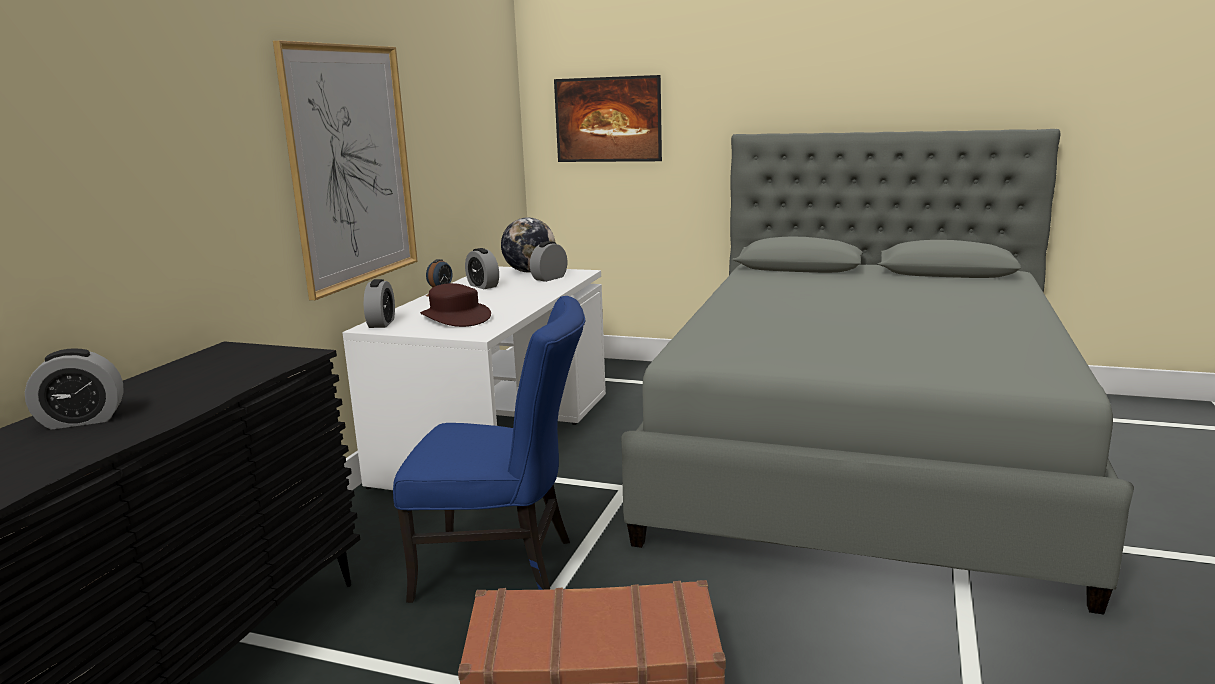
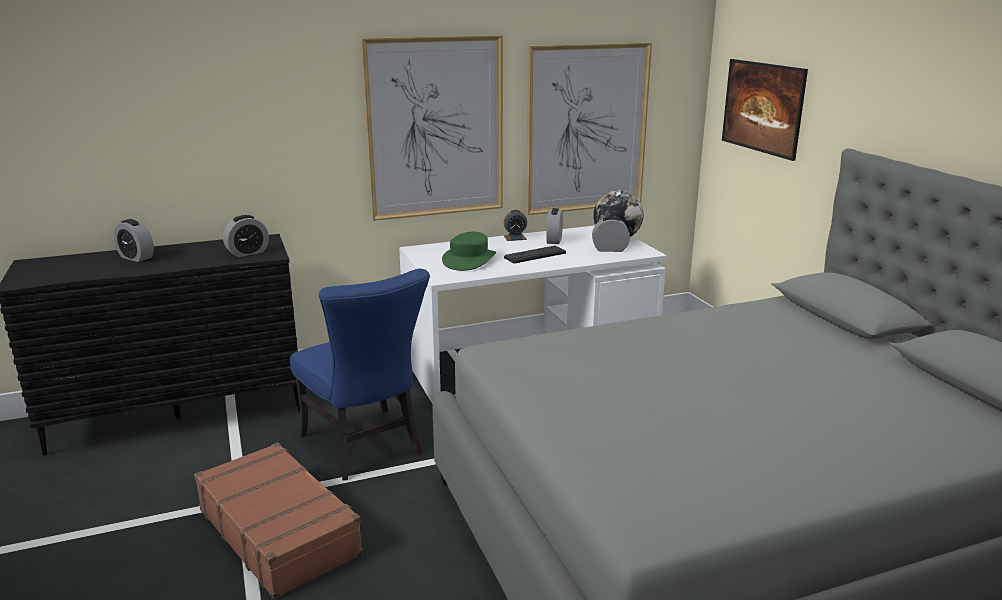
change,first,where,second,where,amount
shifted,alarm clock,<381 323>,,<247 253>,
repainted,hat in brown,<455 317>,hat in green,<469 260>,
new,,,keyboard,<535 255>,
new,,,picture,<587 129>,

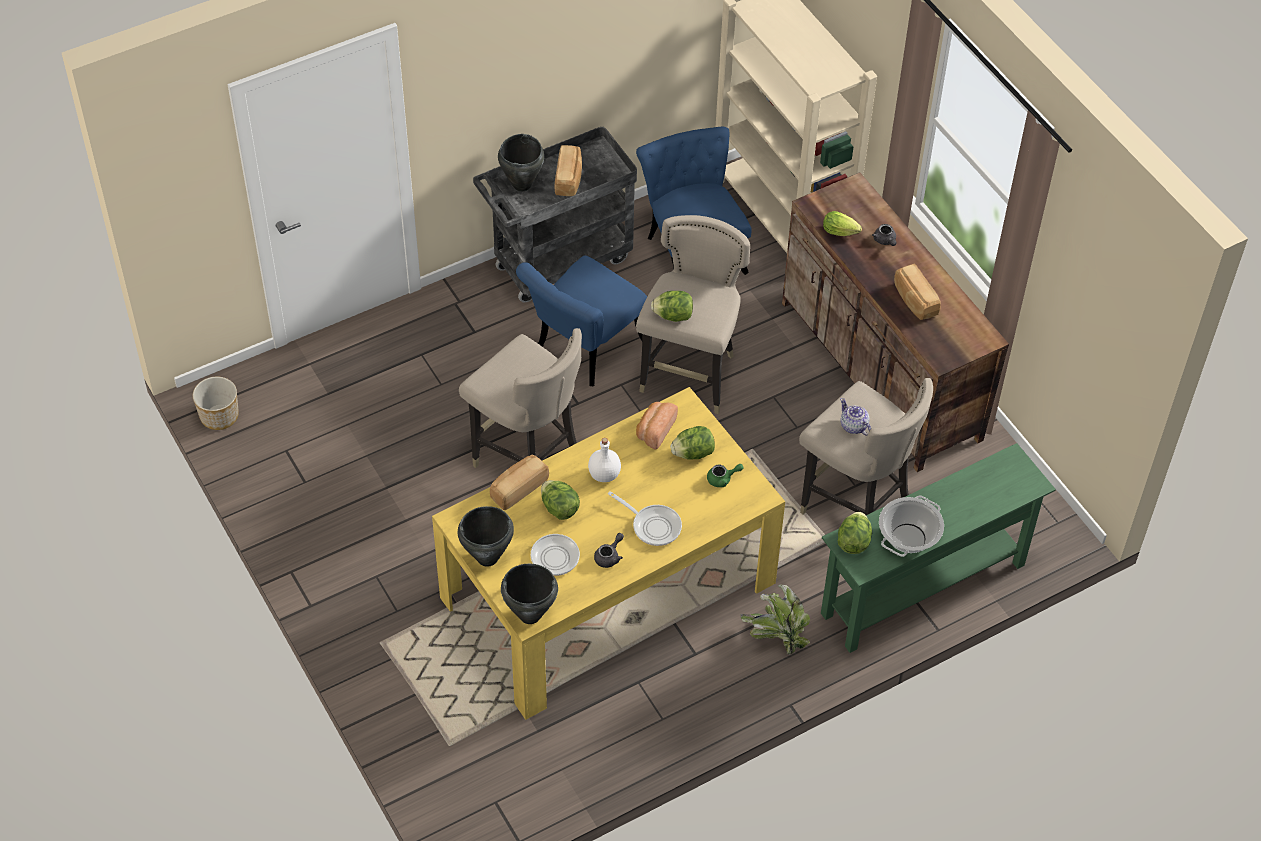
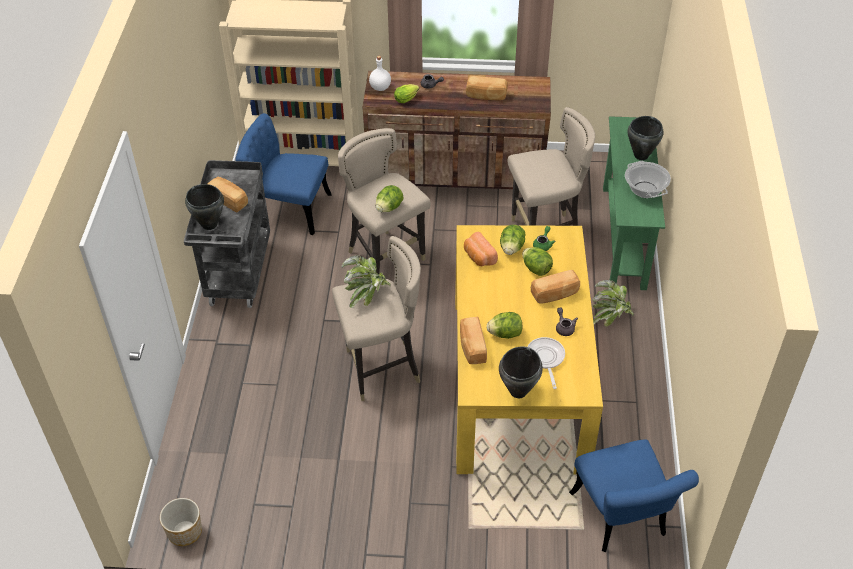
change,first,where,second,where,amount
new,,,potted plant,<367 294>,
shifted,bottle in white,<604 474>,,<380 87>,
shifted,lettuce,<853 542>,,<536 269>,
swapped,frying pan,<653 525>,bread,<555 294>,
shifted,chair in blue,<583 350>,,<622 520>,
shifted,cooking pot in black,<529 614>,,<640 155>,
gone,teapot,<853 426>,,,

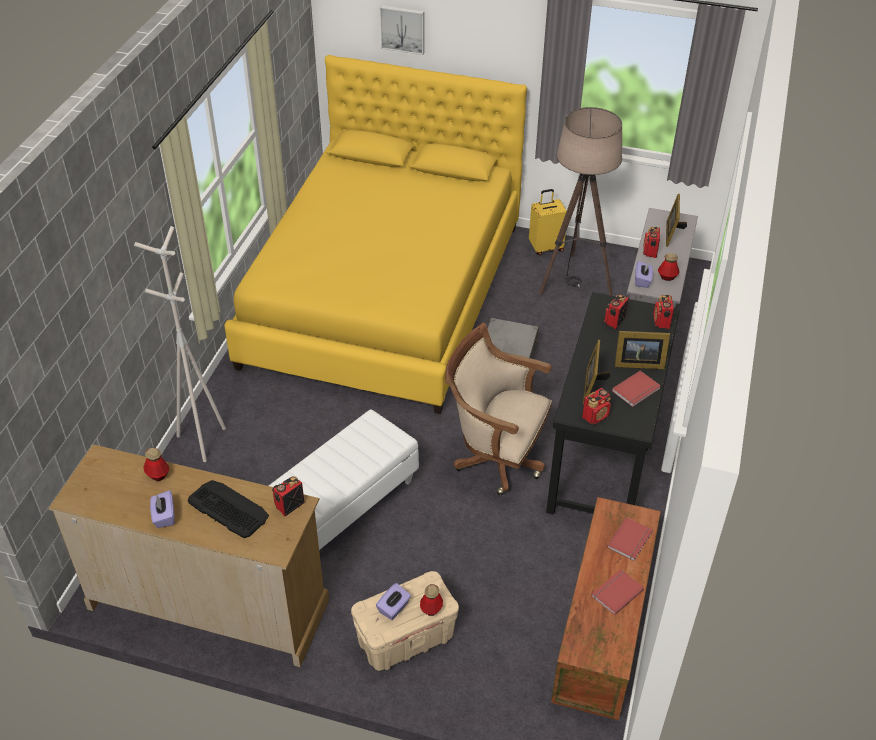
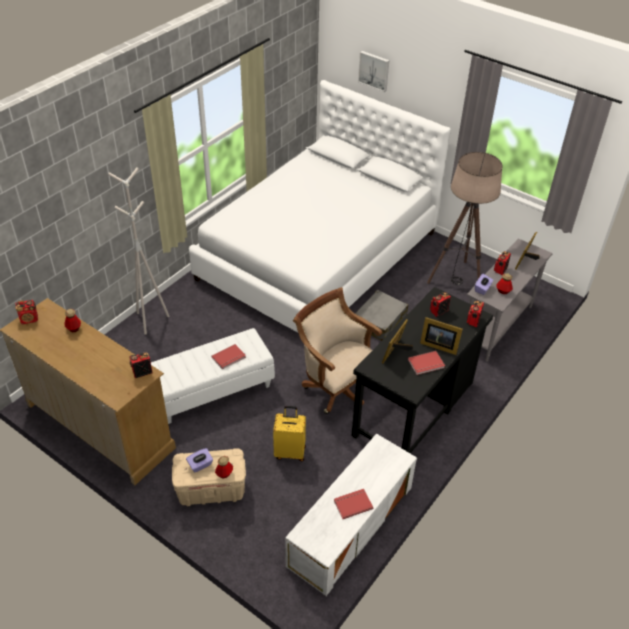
change,first,where,second,where,amount
shifted,radio,<595 416>,,<29 319>,
repainted,bed in yellow,<385 294>,bed in white,<319 255>,
shifted,book in red,<631 540>,,<229 358>,
shifted,suitcase in yellow,<546 247>,,<290 452>,
repainted,bench in brown,<605 625>,bench in white,<351 527>,
gone,tissue box in purple,<164 516>,,,
gone,keyboard,<228 509>,,,

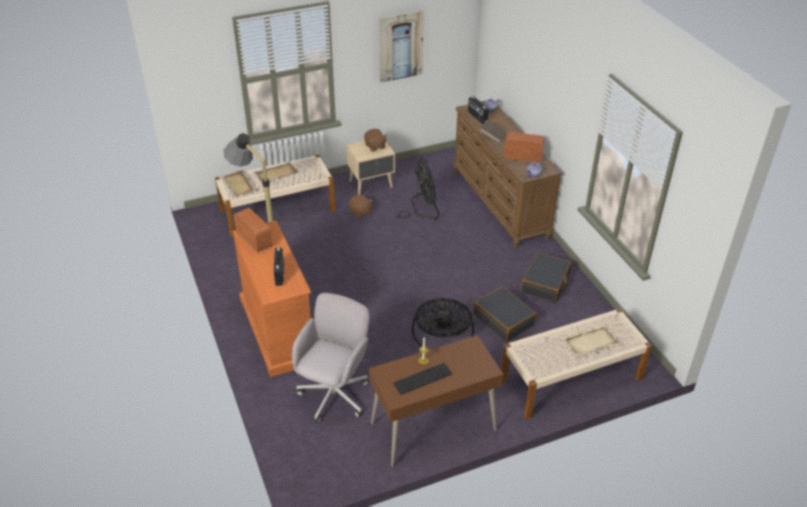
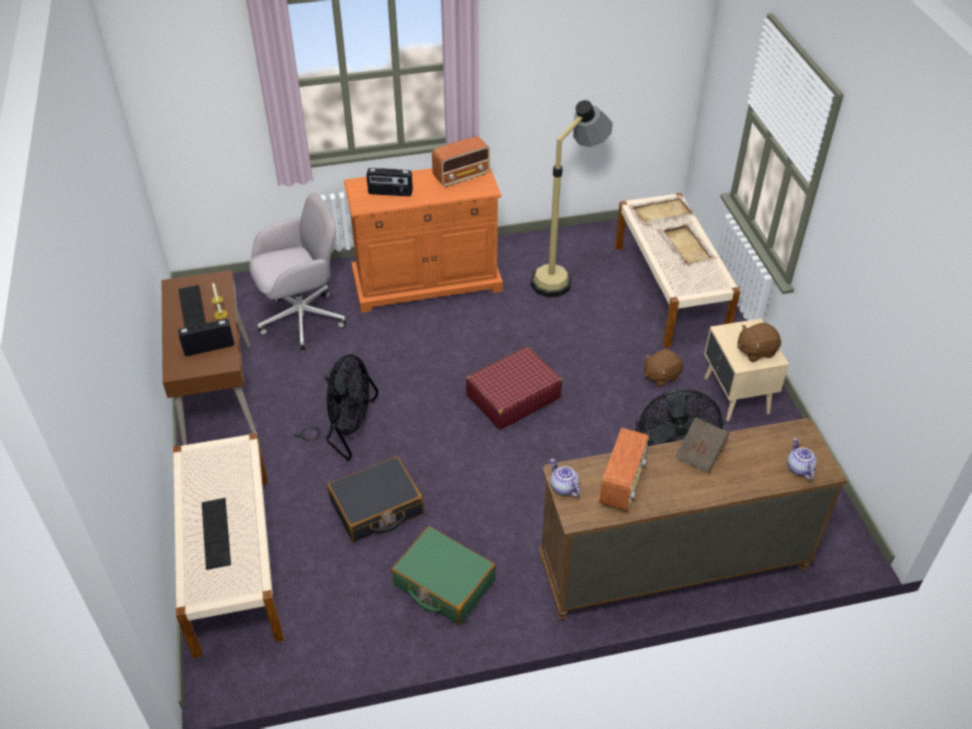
change,first,where,second,where,amount
shifted,radio,<477 117>,,<209 347>,
swapped,tray in beige,<590 342>,keyboard,<216 533>,
rotated,office chair in grey,<334 395>,,<304 320>,60 degrees counterclockwise
repainted,suitcase in black,<545 283>,suitcase in green,<443 583>,
new,,,suitcase in red,<512 396>,
gone,picture,<400 46>,,,

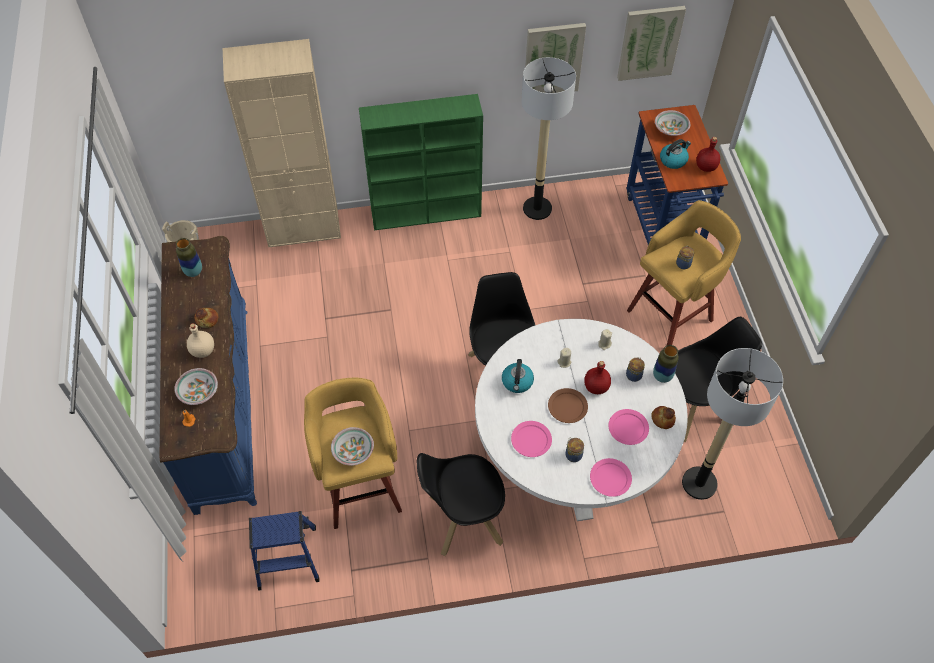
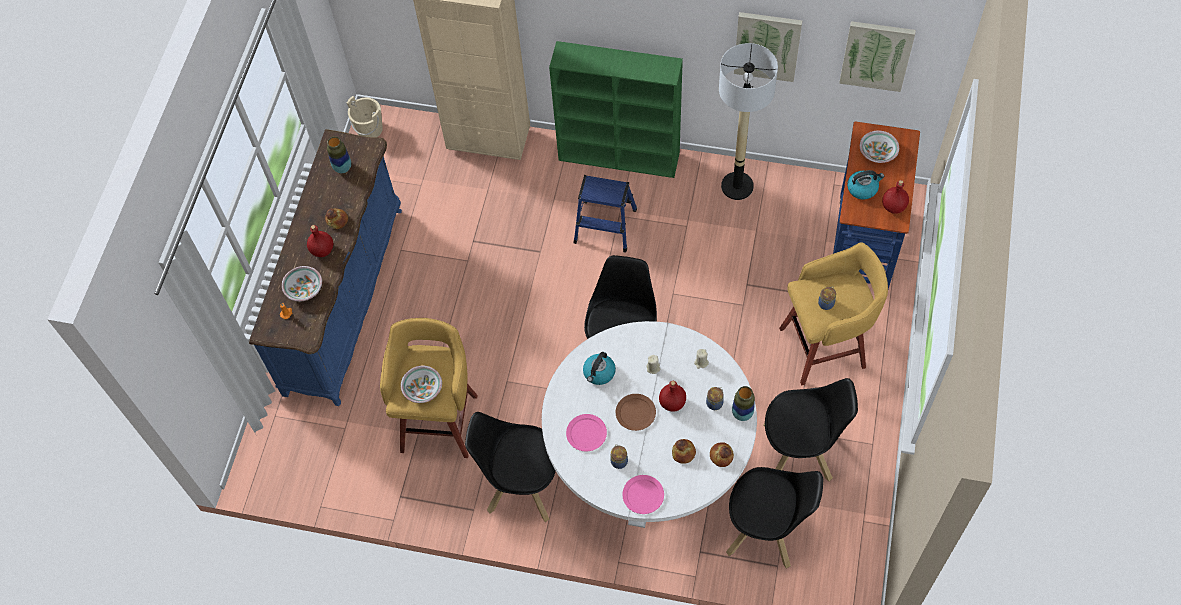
change,first,where,second,where,amount
repainted,bottle in beige,<203 351>,bottle in red,<322 250>,
shifted,step ladder in blue,<287 557>,,<605 225>,
swapped,plate in pink,<628 427>,bread,<684 453>,
swapped,floor lamp,<699 483>,chair in black,<766 530>,

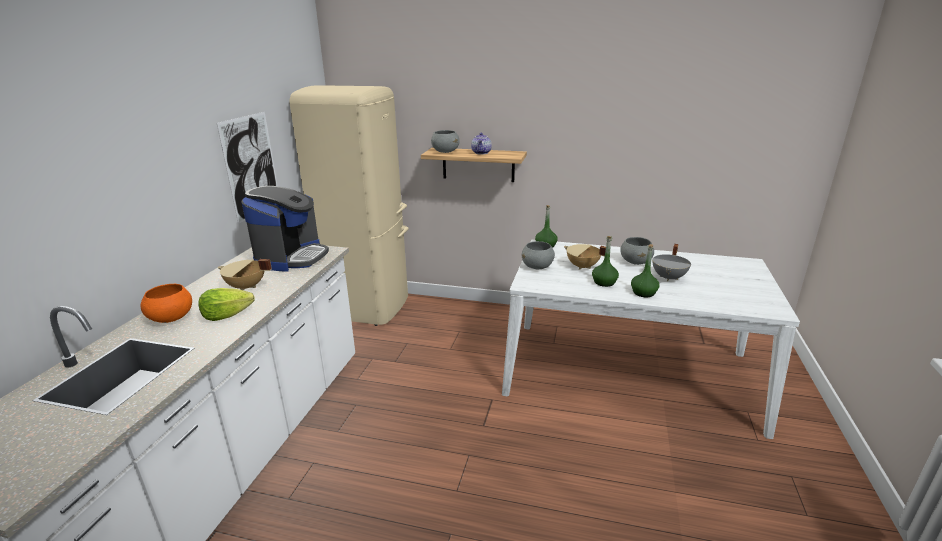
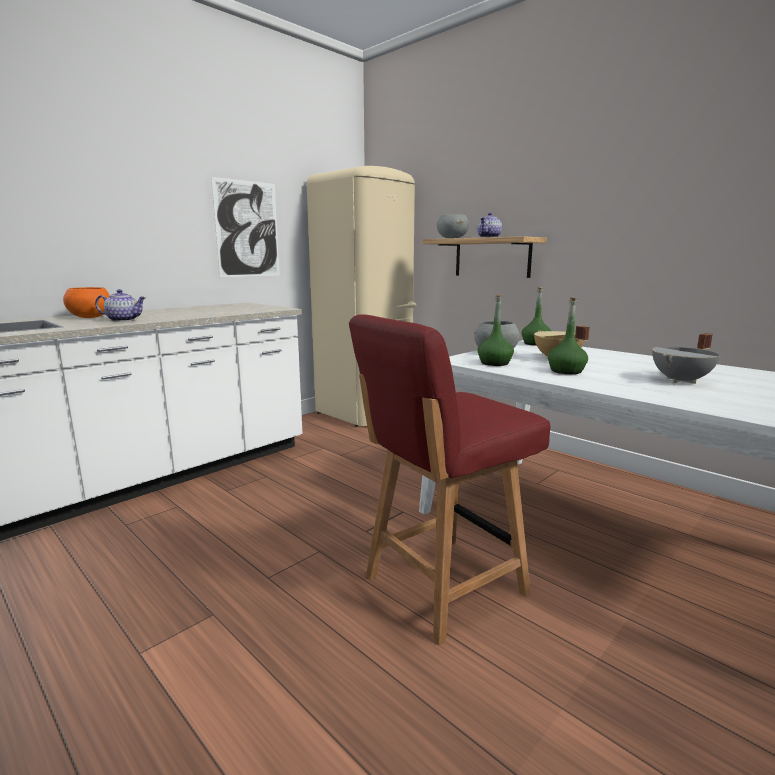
change,first,where,second,where,amount
swapped,lettuce,<226 316>,teapot,<124 320>,
new,,,chair in red,<442 586>,
shifted,bottle in green,<643 293>,,<494 363>,
gone,cooking pot in beige,<246 287>,,,
gone,coffee machine,<291 257>,,,
gone,bowl in grey,<635 262>,,,

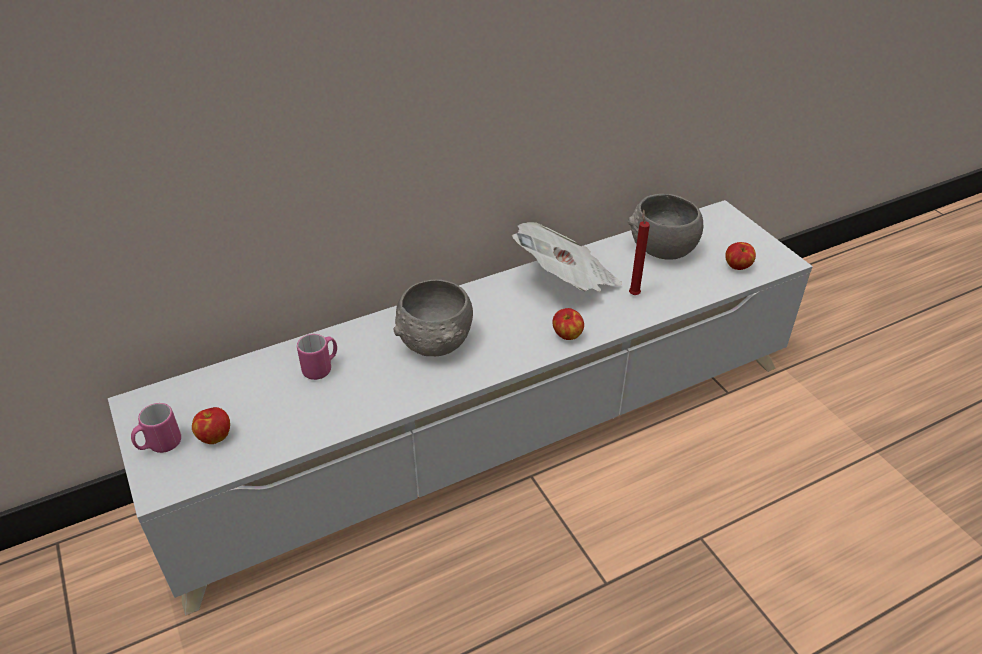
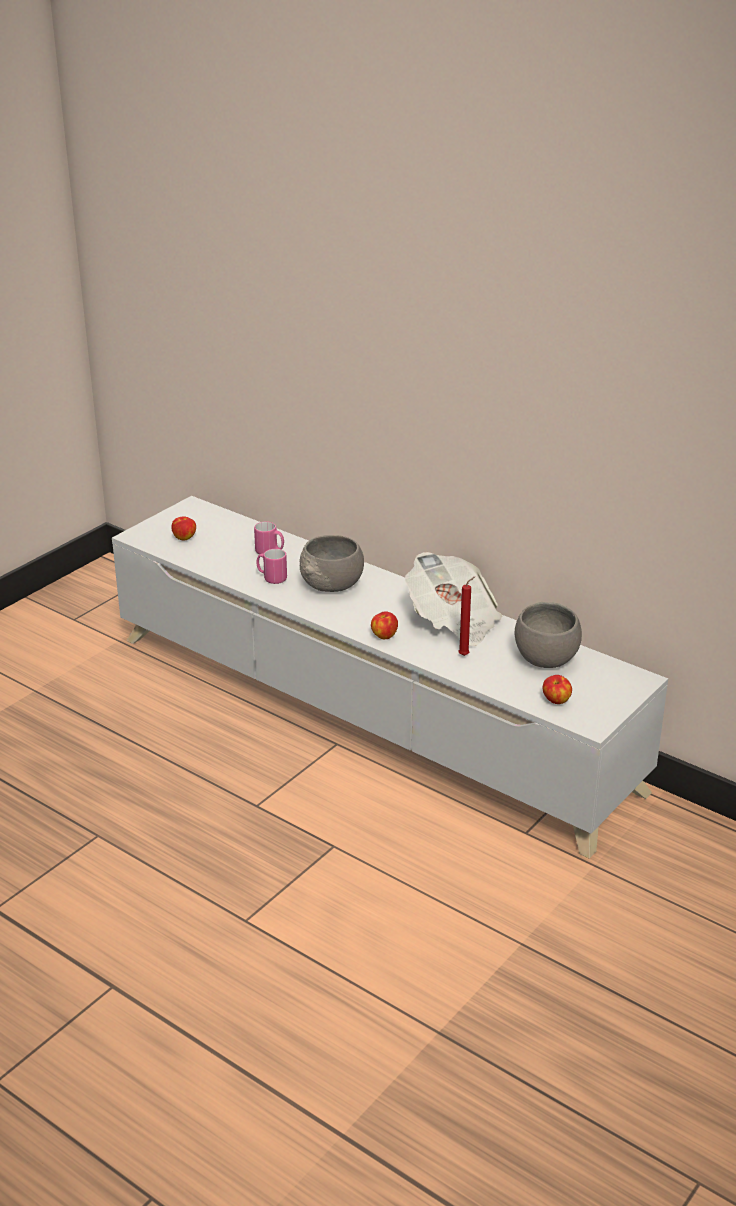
change,first,where,second,where,amount
shifted,mug in pink,<159 445>,,<271 578>,

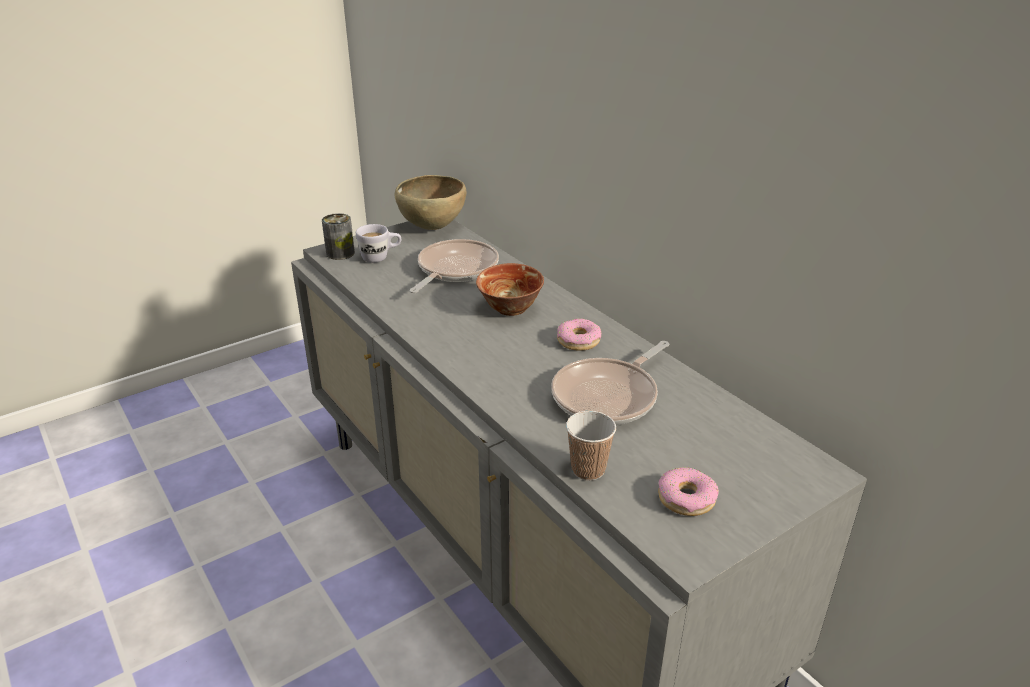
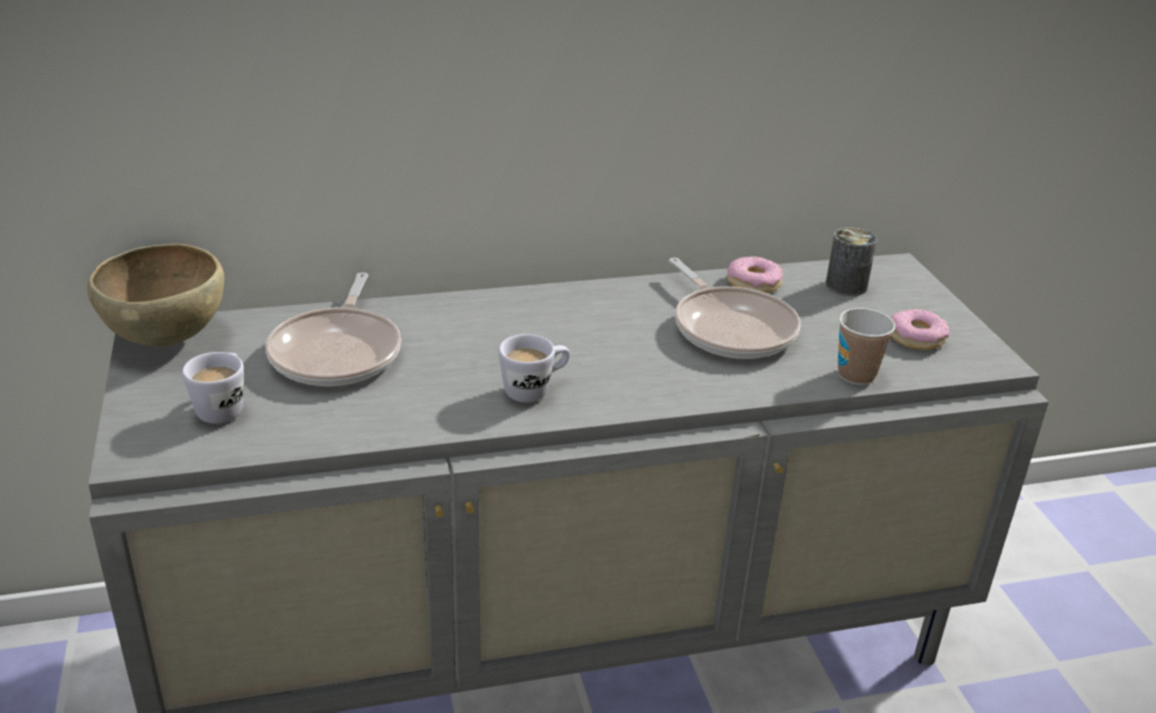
change,first,where,second,where,amount
rotated,frying pan,<455 270>,,<338 352>,135 degrees counterclockwise
new,,,mug in white,<535 390>,
shifted,donut,<578 341>,,<753 283>,
shifted,can,<340 253>,,<846 286>,
gone,bowl,<510 309>,,,

